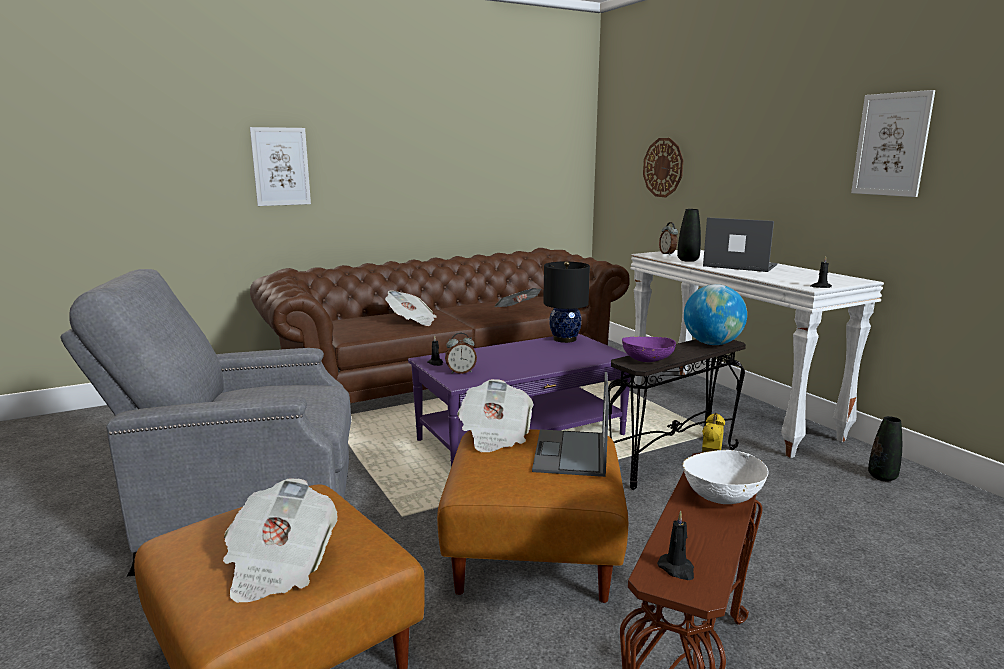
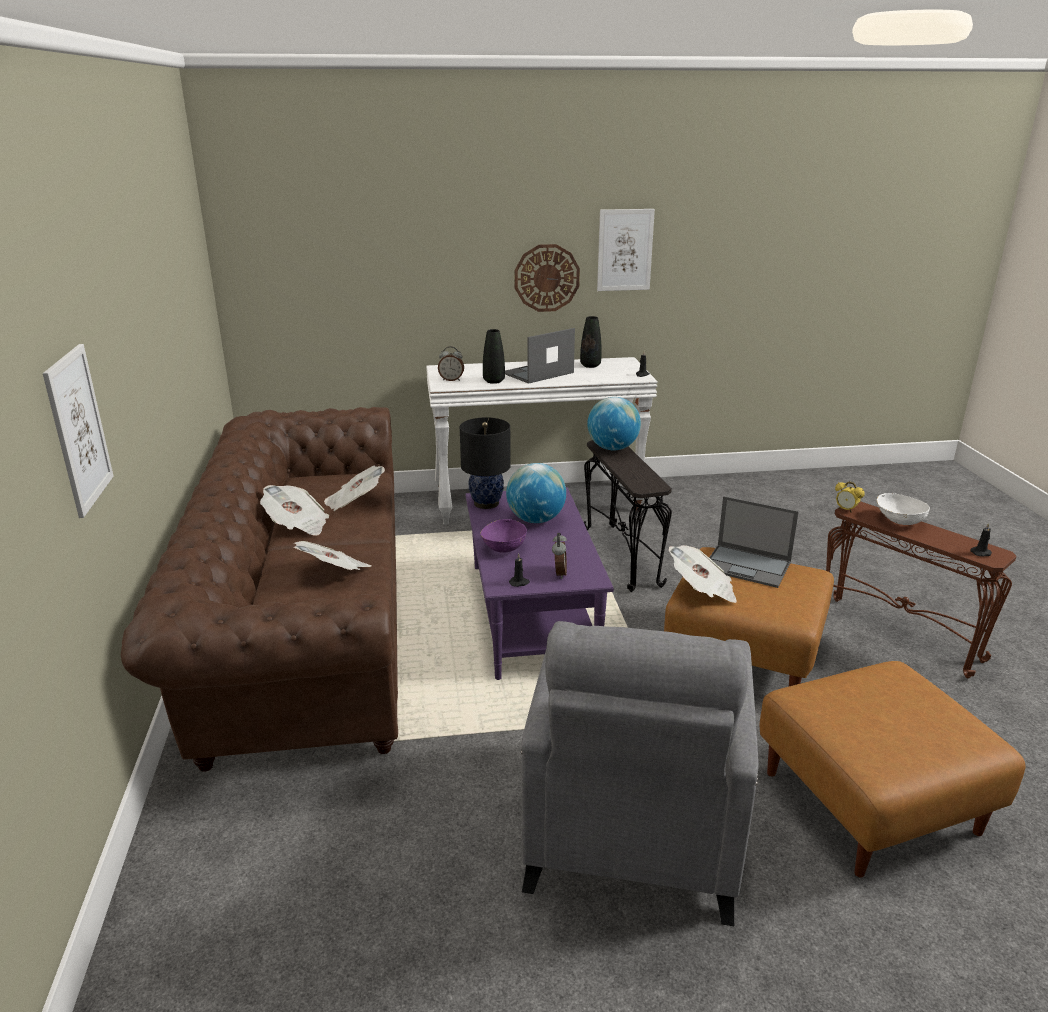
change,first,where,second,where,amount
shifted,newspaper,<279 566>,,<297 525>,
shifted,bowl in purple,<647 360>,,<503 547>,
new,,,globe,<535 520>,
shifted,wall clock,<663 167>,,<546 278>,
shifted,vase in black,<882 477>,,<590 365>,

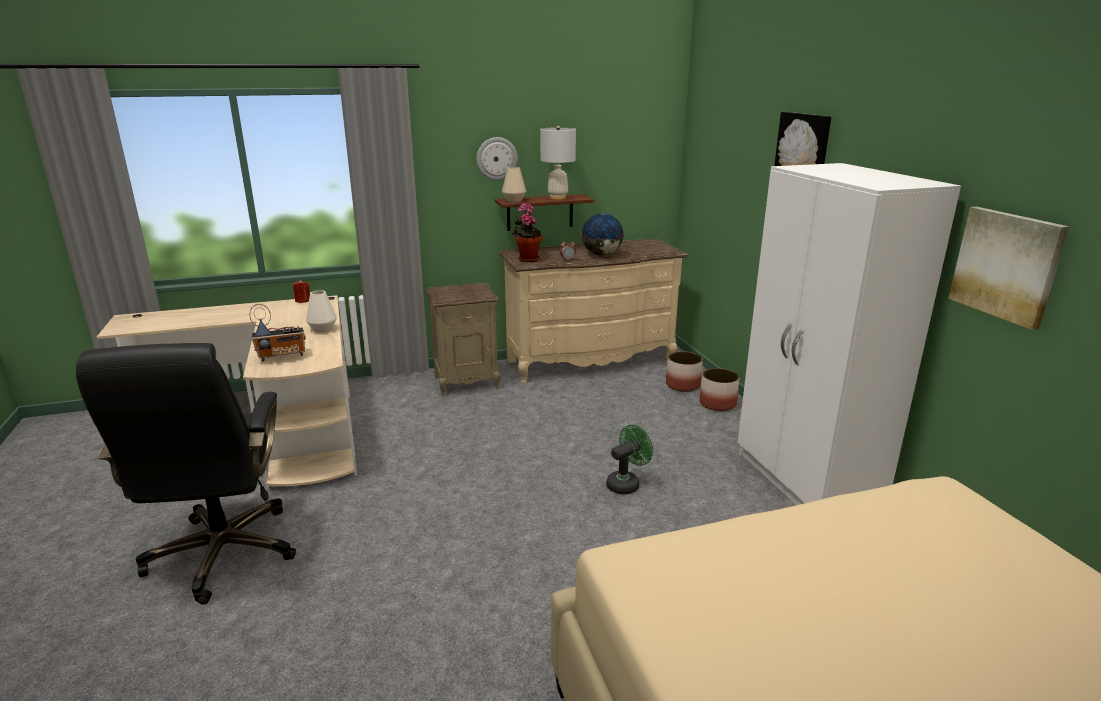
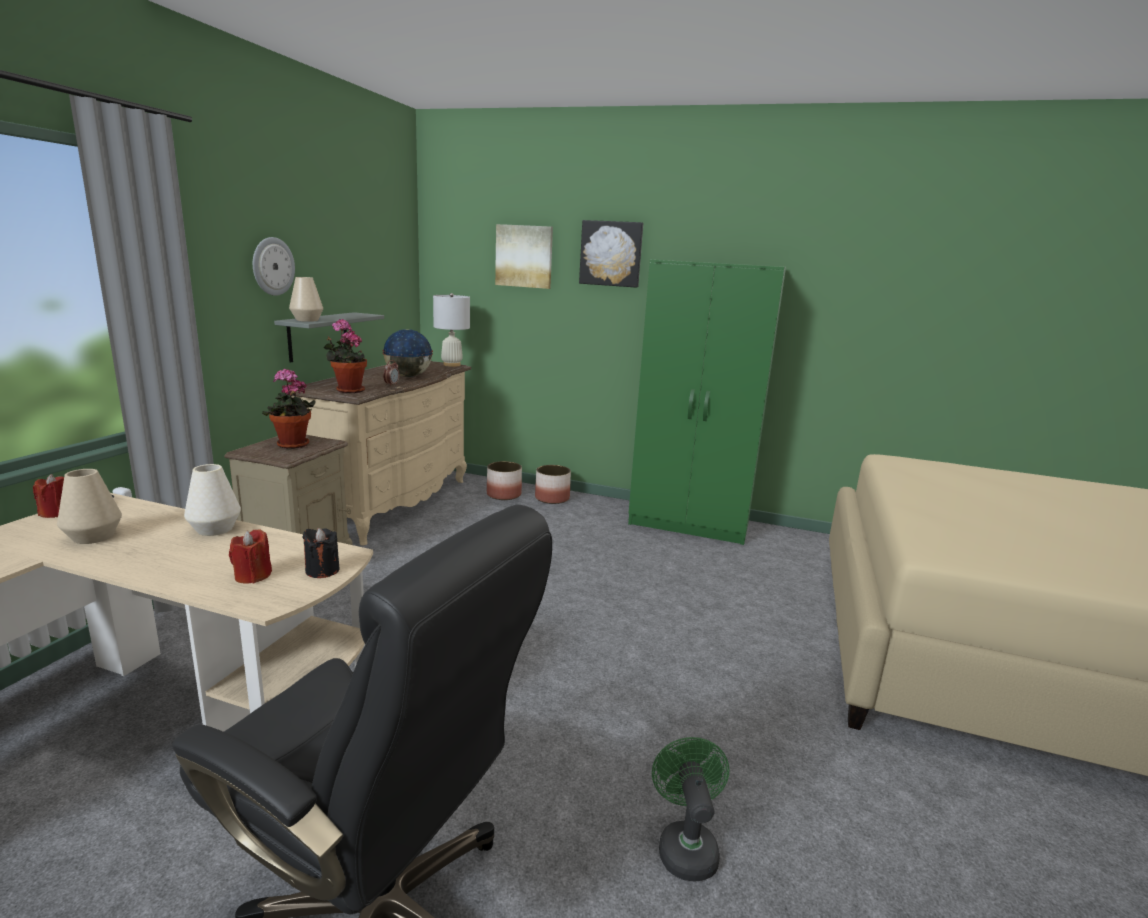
change,first,where,second,where,amount
new,,,vase in beige,<93 537>,
swapped,radio,<282 356>,candle in red,<253 576>,
new,,,potted plant,<292 445>,
repainted,shelf in brown,<540 212>,shelf in grey,<318 336>,
new,,,candle in black,<322 570>,
shifted,table lamp in white,<557 198>,,<451 365>,
shifted,picture,<1006 265>,,<524 256>,
repainted,wardrobe in white,<805 483>,wardrobe in green,<690 524>,
shifted,fan in green,<626 483>,,<685 845>,

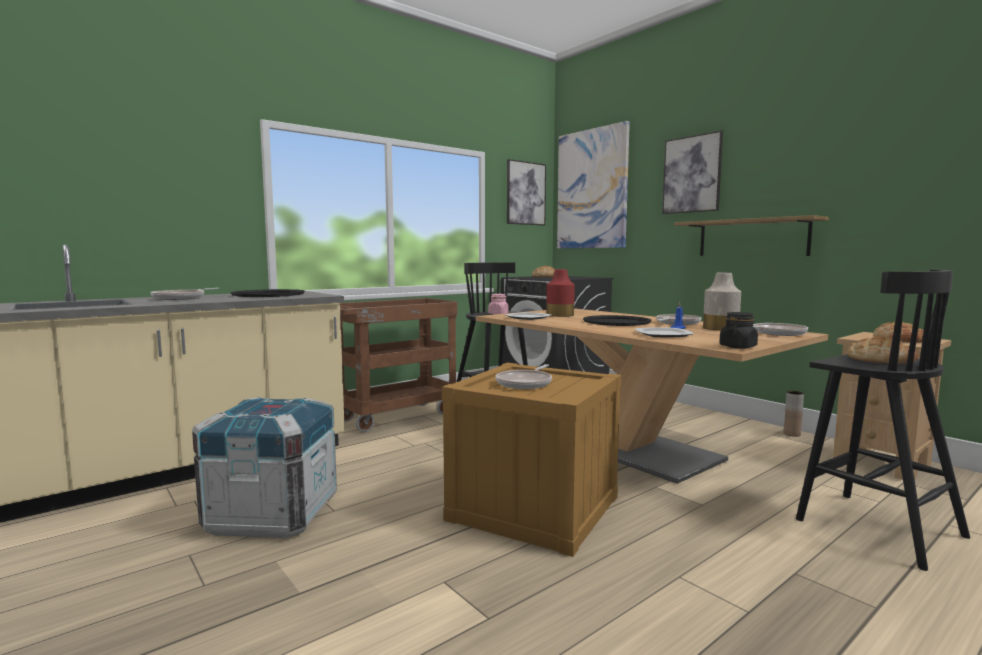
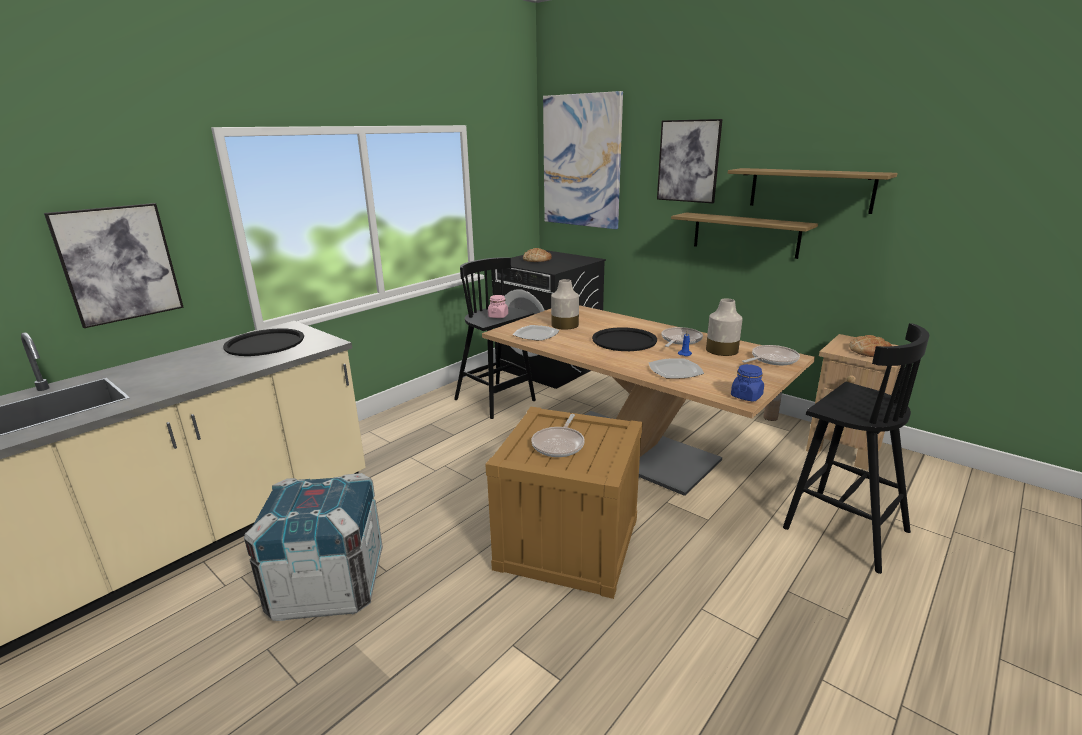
change,first,where,second,where,amount
shifted,picture,<525 193>,,<119 264>,
repainted,vase in red,<560 315>,vase in beige,<565 325>,
new,,,shelf,<810 190>,
repainted,jar in black,<738 347>,jar in blue,<746 396>,
gone,frying pan,<182 298>,,,
gone,cart in brown,<392 418>,,,
gone,bread,<880 360>,,,

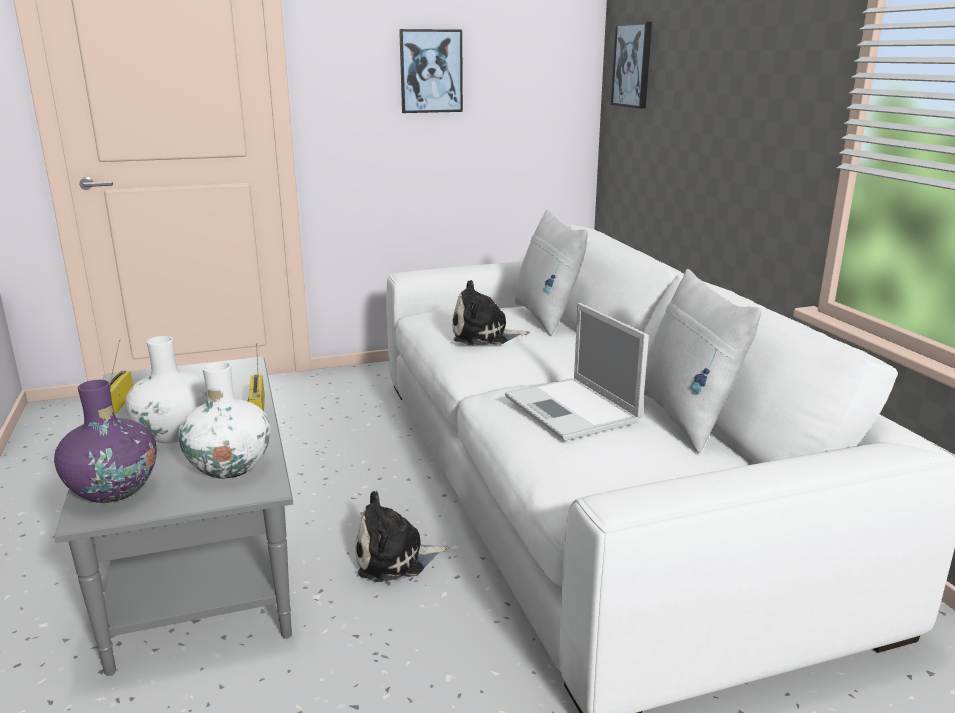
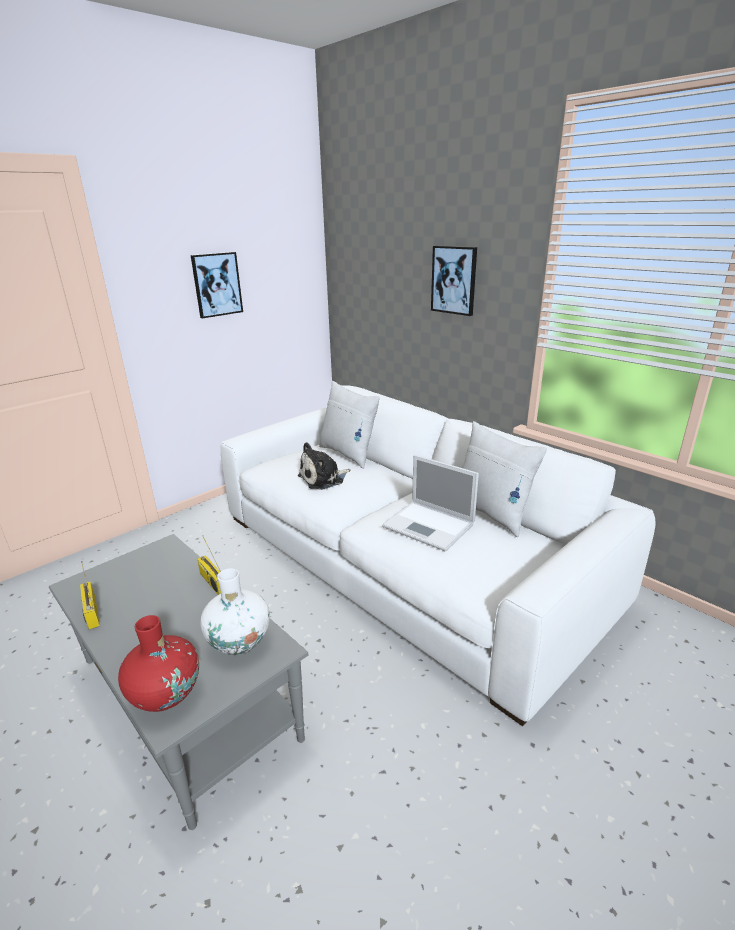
change,first,where,second,where,amount
repainted,vase in purple,<113 489>,vase in red,<166 693>,
shifted,picture,<633 65>,,<454 280>,
gone,vase in white,<174 433>,,,
gone,plush toy,<395 558>,,,

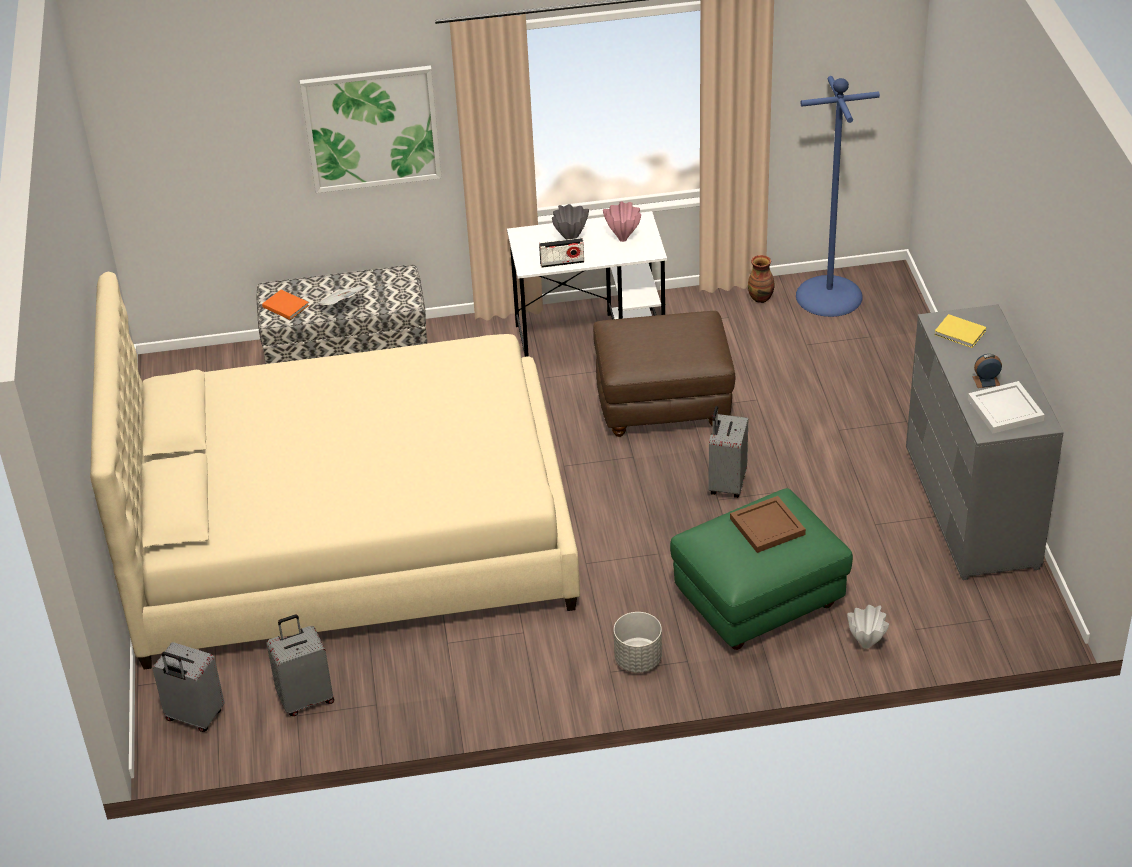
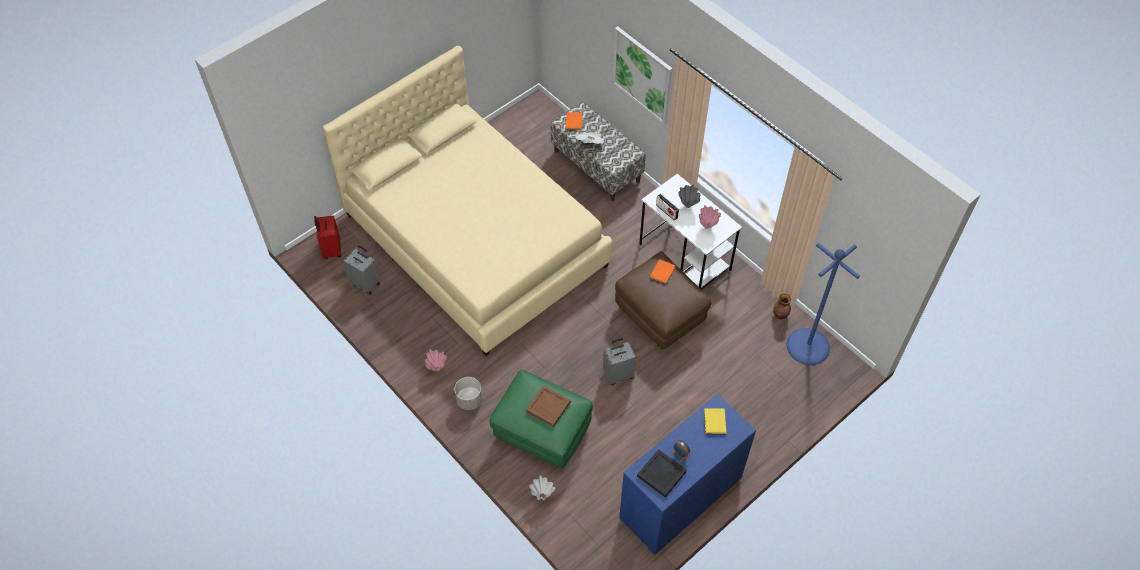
change,first,where,second,where,amount
repainted,suitcase in grey,<194 717>,suitcase in red,<331 250>,
new,,,vase in pink,<437 369>,
repainted,dresser in grey,<971 507>,dresser in blue,<680 499>,
repainted,tray in white,<1004 409>,tray in black,<661 473>,
new,,,book in orange,<663 272>,

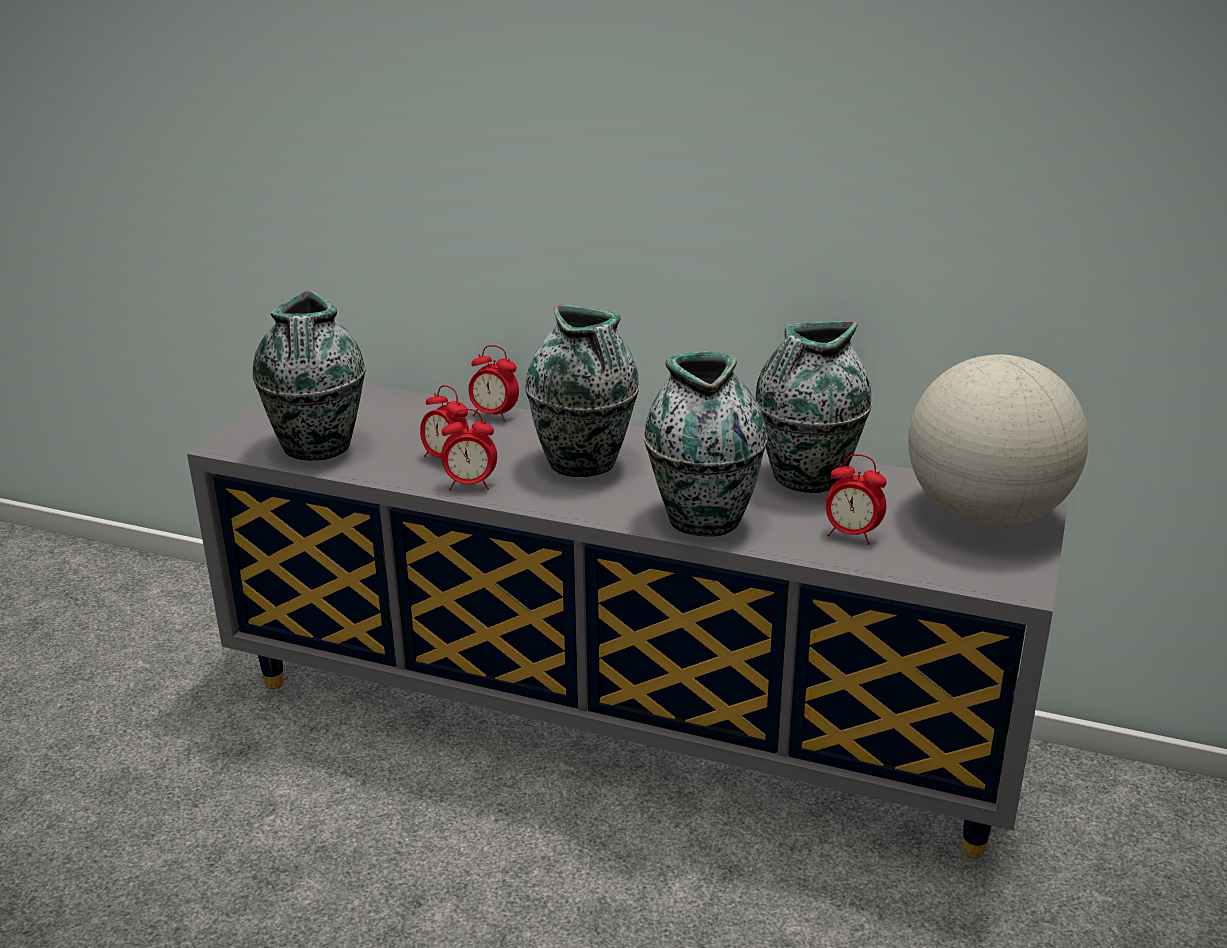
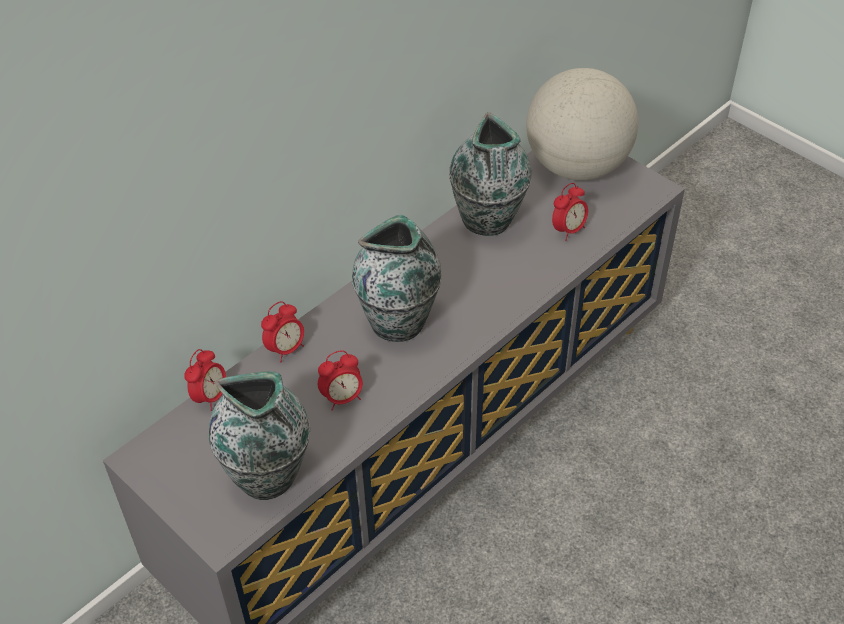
change,first,where,second,where,amount
shifted,alarm clock,<470 485>,,<210 396>,
gone,vase,<703 517>,,,

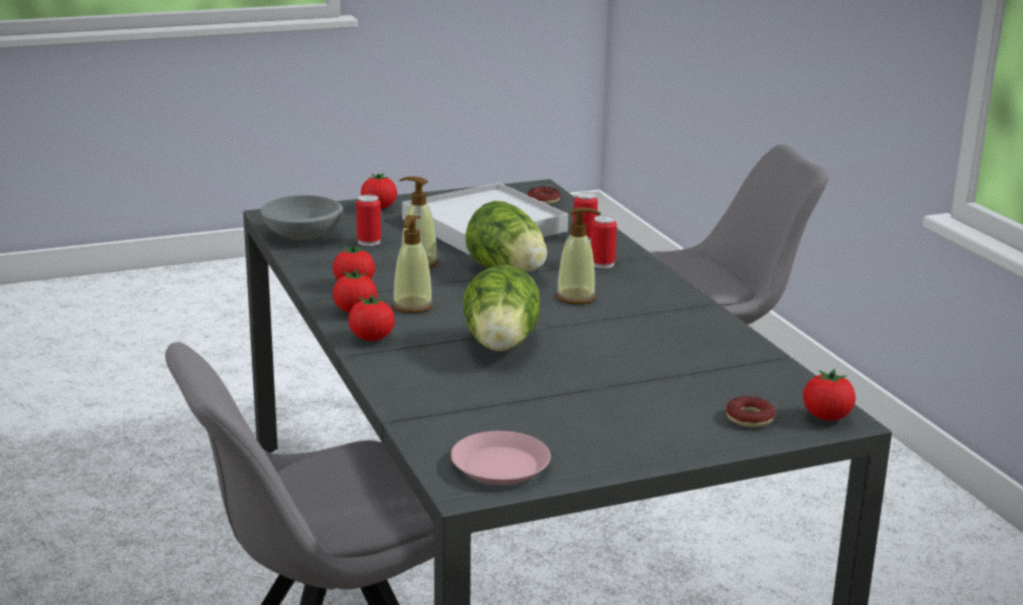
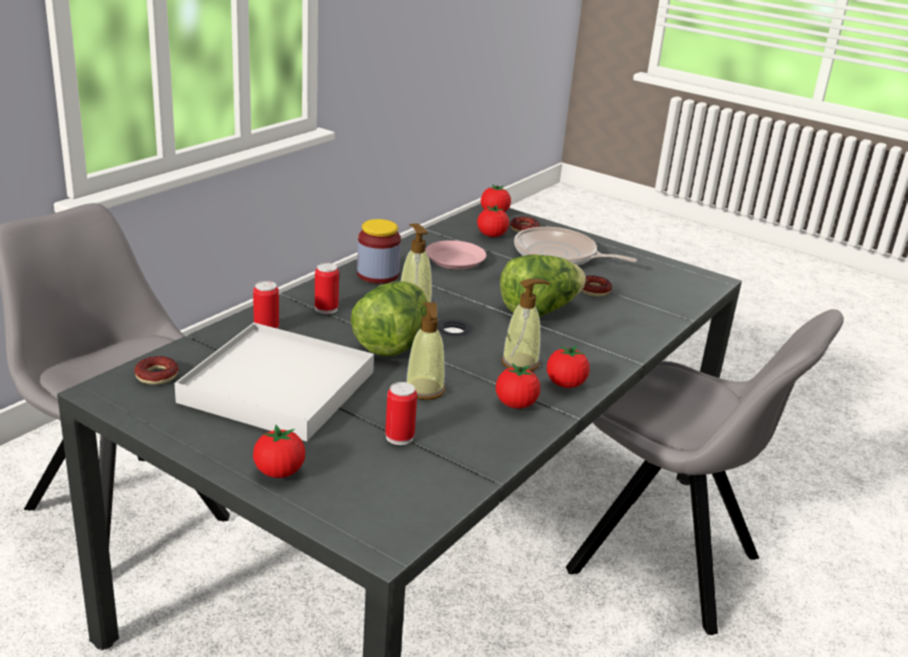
change,first,where,second,where,amount
new,,,jar,<377 275>,
shifted,plate in pink,<500 466>,,<454 260>,
shifted,tomato,<372 338>,,<491 235>,
new,,,frying pan,<559 255>,
new,,,donut,<594 290>,
gone,bowl in grey,<304 236>,,,

